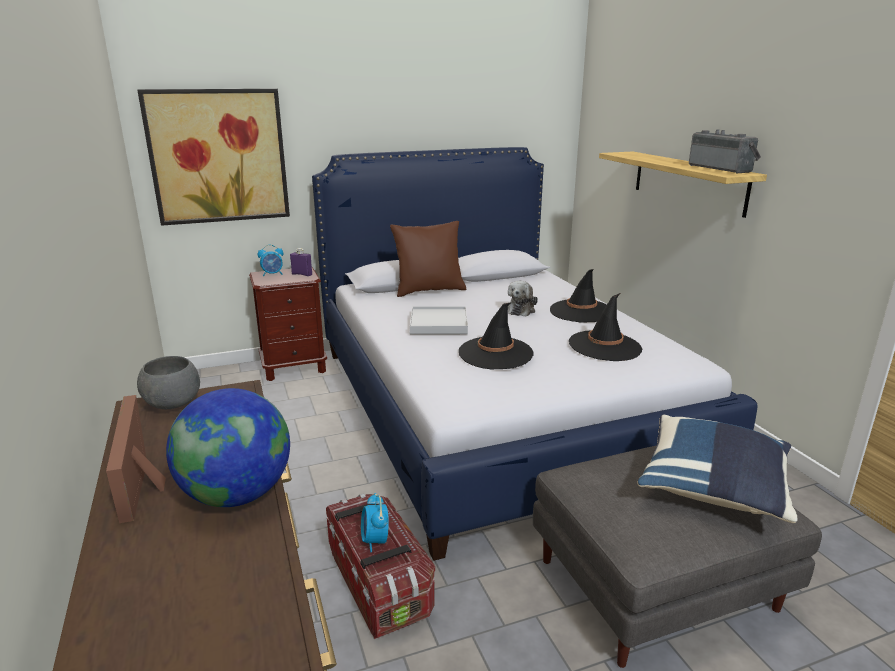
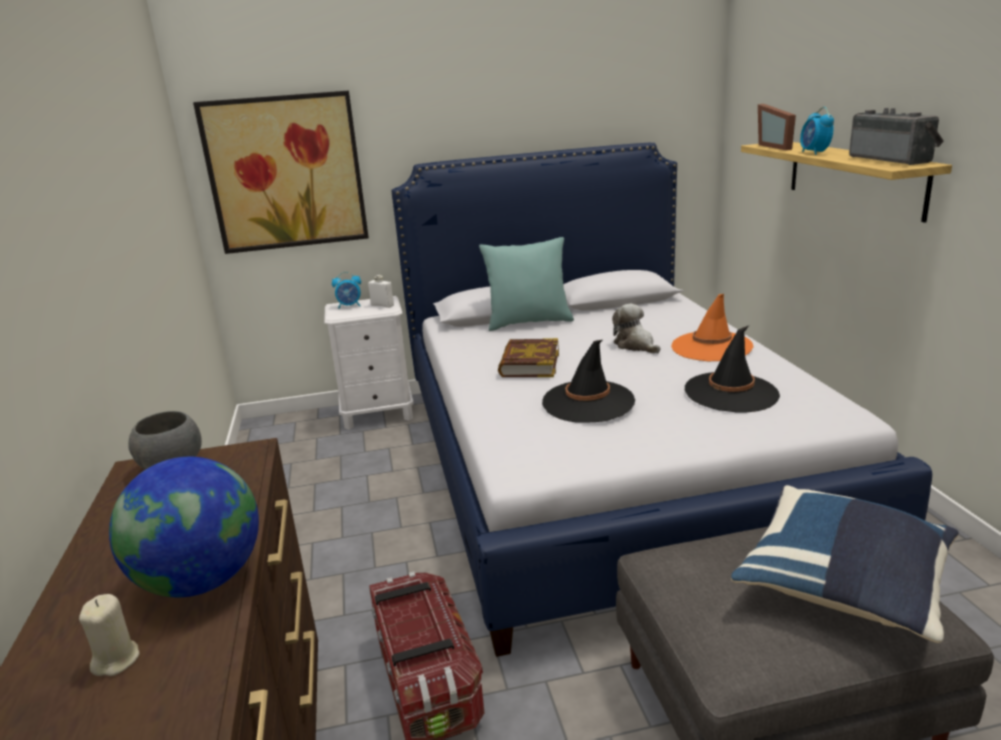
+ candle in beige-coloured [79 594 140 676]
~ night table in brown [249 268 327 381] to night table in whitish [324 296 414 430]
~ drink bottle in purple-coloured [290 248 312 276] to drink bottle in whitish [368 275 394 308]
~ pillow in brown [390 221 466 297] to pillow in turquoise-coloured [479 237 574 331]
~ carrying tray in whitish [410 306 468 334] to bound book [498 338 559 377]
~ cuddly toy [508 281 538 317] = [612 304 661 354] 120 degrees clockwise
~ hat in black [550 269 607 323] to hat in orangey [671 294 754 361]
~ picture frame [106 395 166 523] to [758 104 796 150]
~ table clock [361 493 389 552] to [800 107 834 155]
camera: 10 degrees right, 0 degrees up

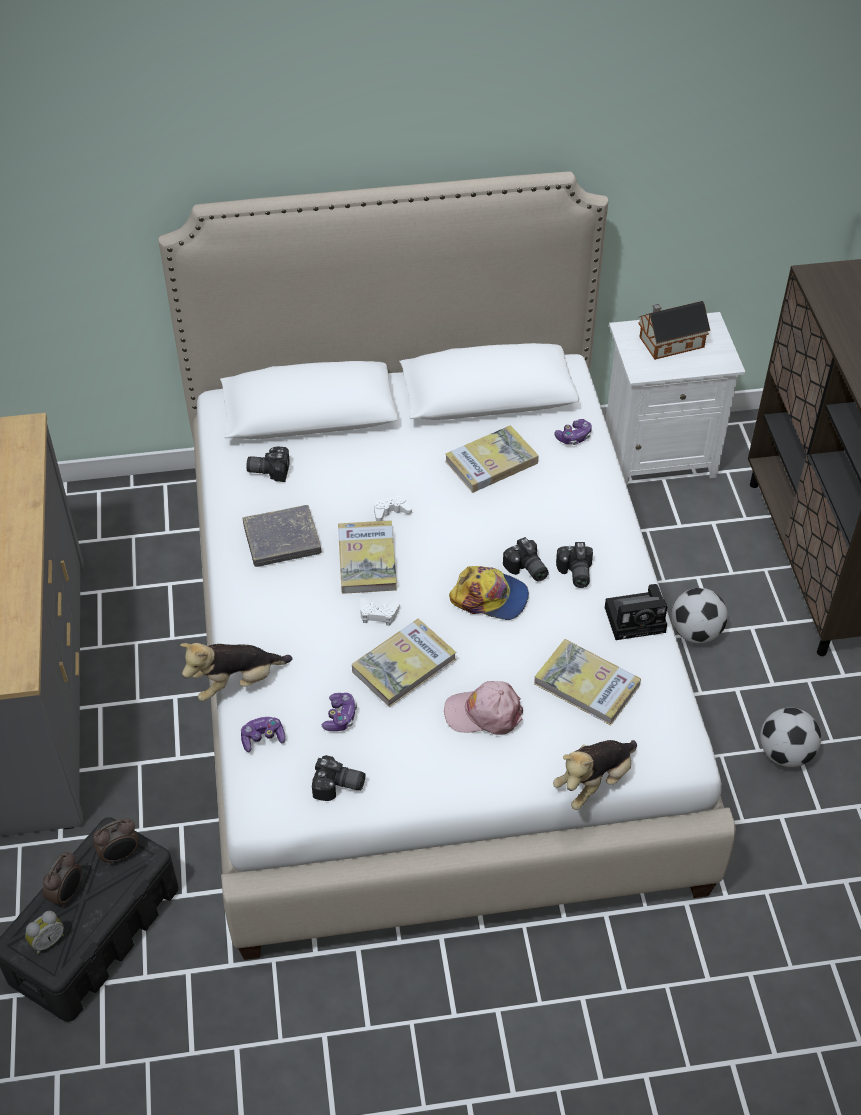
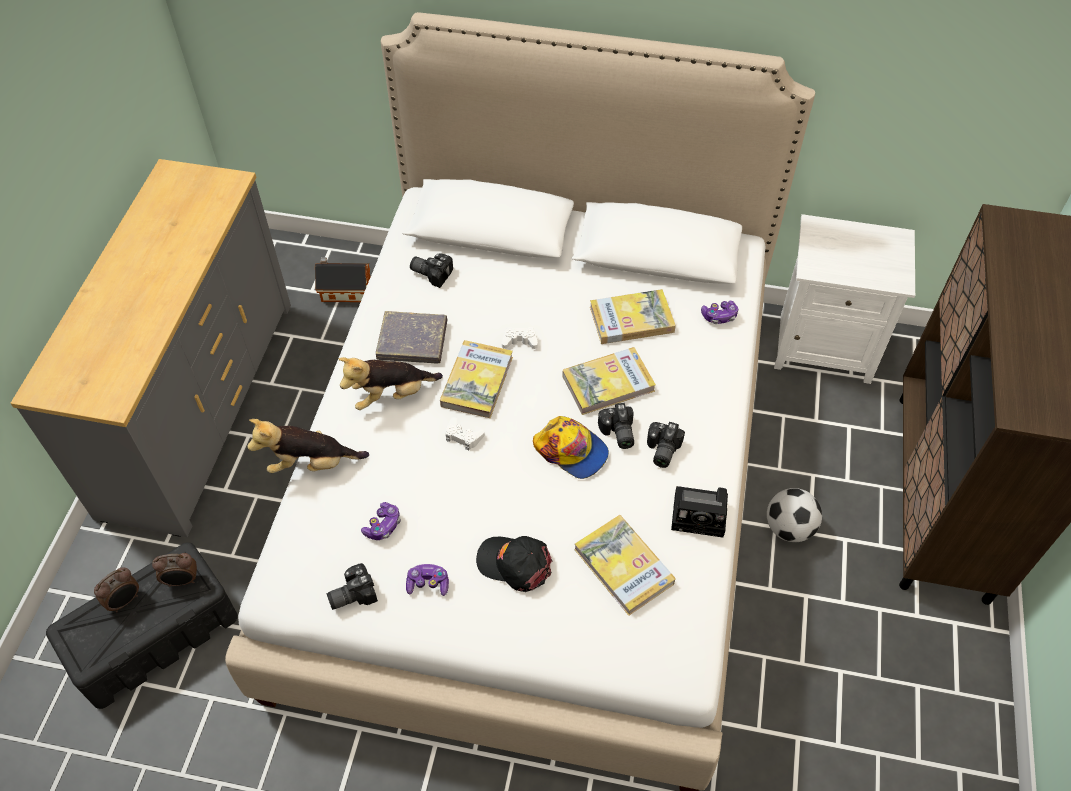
~ toy house [638 301 710 360] to [315 257 370 302]
~ photo camera [312 755 365 801] = [326 563 378 610] 120 degrees clockwise
~ cuddly toy [553 740 637 810] to [339 357 443 410]
~ joypad [241 717 286 752] to [406 564 449 596]
~ cap in pink [444 681 523 735] to cap in black [476 536 553 592]
~ bound book [352 619 456 707] to [562 347 656 415]
- table clock [25 911 64 954]
- football ball [760 708 821 767]
camera: 20 degrees right, 5 degrees up

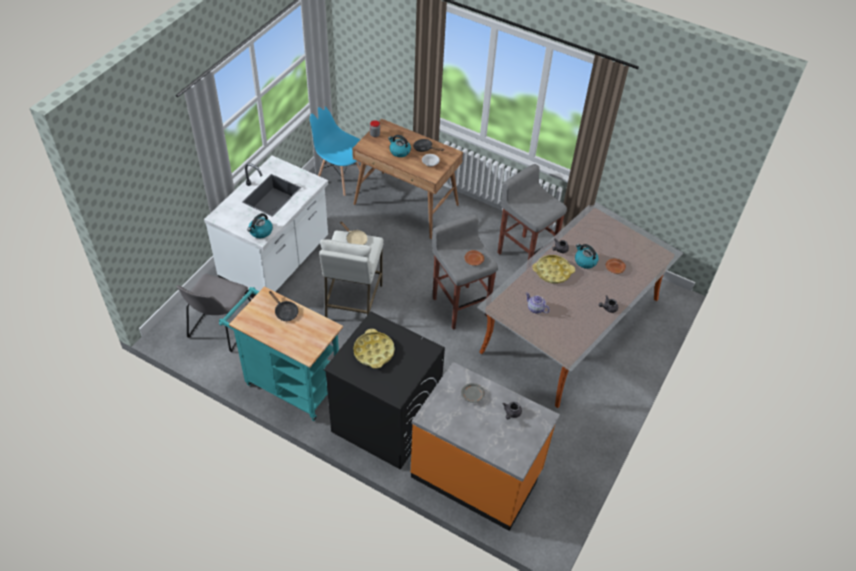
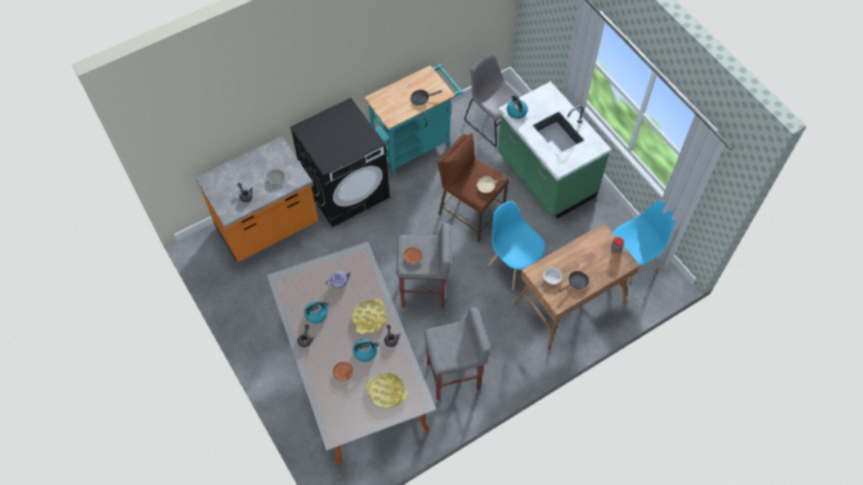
~ kettle [388 135 411 157] to [304 301 329 324]
~ carrying tray in yellow-coloured [353 329 395 369] to [365 373 408 409]
~ stool seat in whitish [319 230 384 318] to stool seat in brown [437 133 510 242]
+ plain chair in bluish [488 201 545 289]
~ kitchen counter in whitish [204 155 328 298] to kitchen counter in greenish [498 81 611 219]
camera: 120 degrees right, 10 degrees up

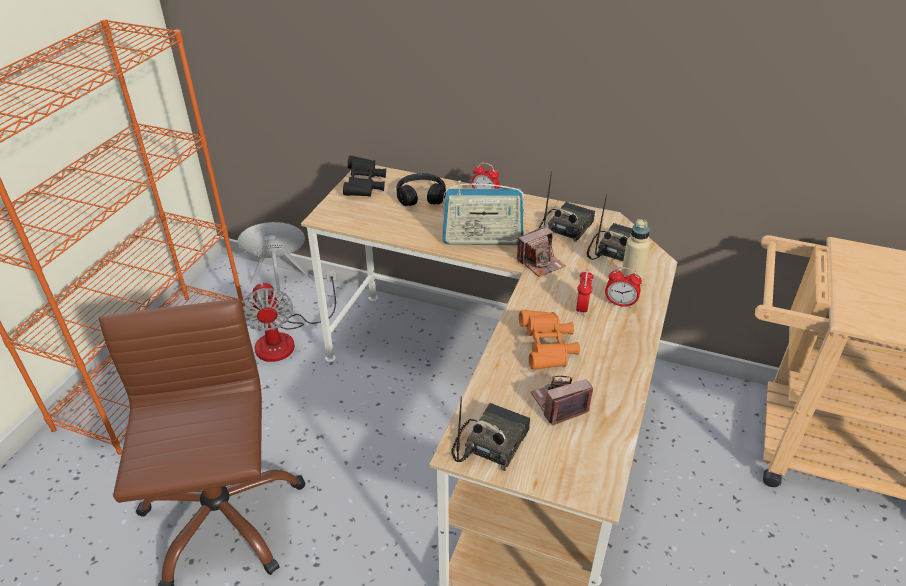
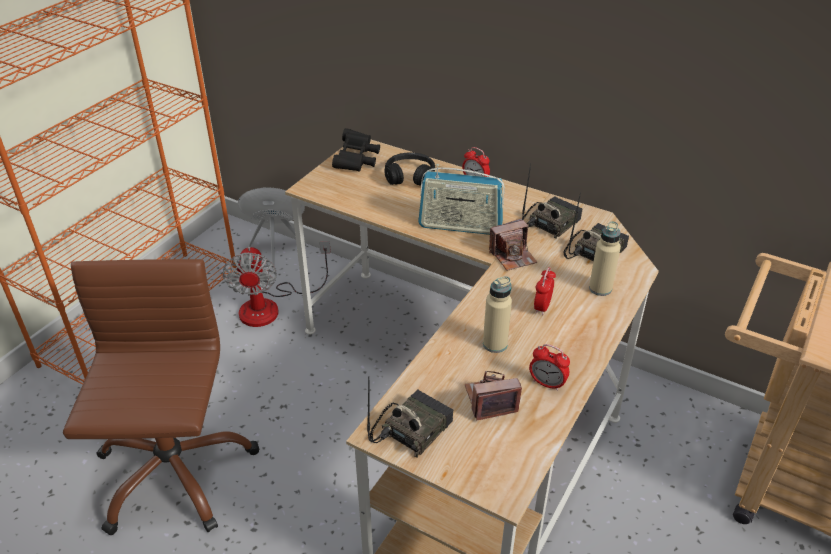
~ pair of binoculars in orangey [519 310 580 370] to drink bottle in beige-coloured [483 276 512 353]
~ table clock [605 267 642 308] to [529 344 570 391]
camera: 10 degrees right, 0 degrees up

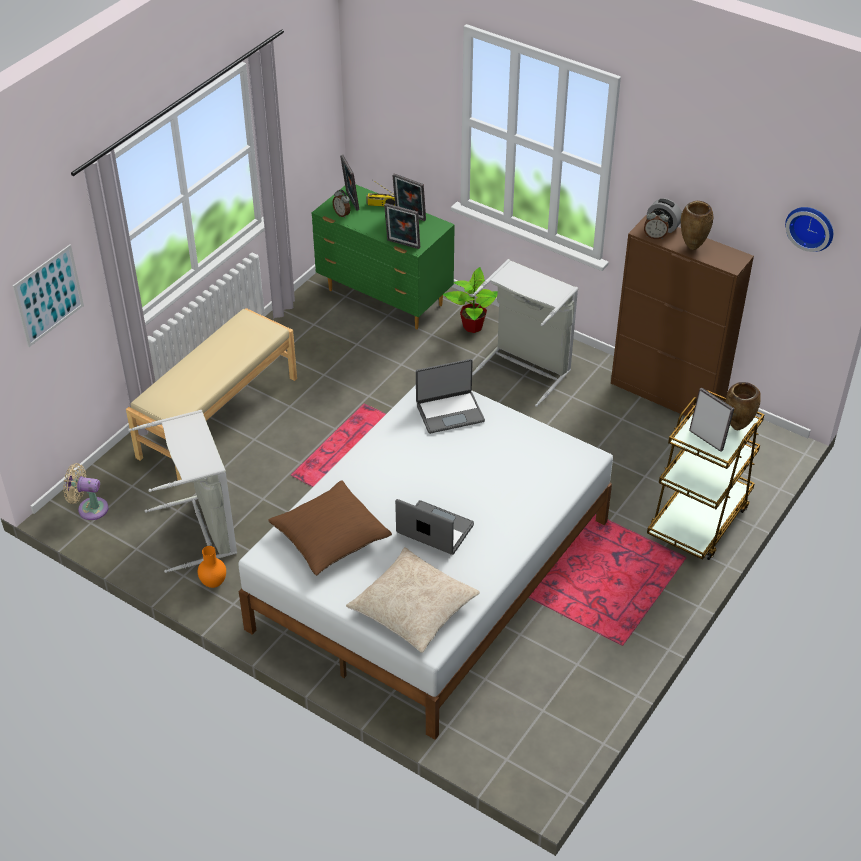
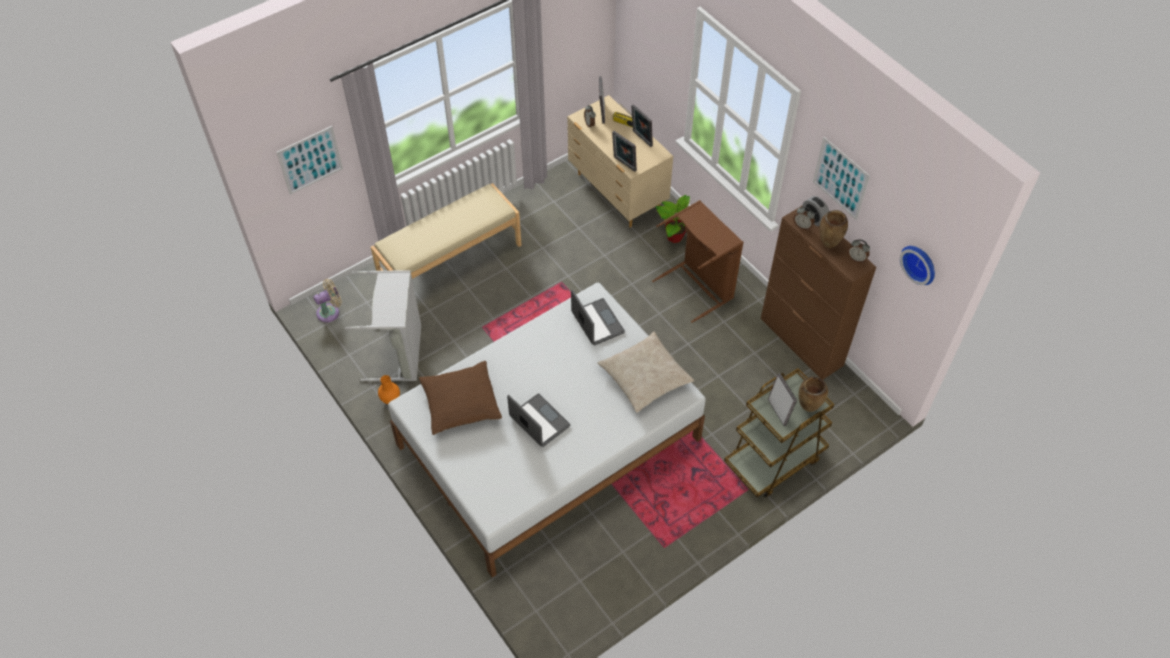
~ fan in beige-coloured [63 463 109 520] = [313 279 342 322] 120 degrees clockwise
~ dresser in greenish [312 184 455 329] to dresser in beige-coloured [567 95 673 228]
~ laptop [416 359 485 434] = [571 290 625 346] 120 degrees counterclockwise
~ pillow in beige-coloured [346 547 480 653] to [597 332 694 413]
~ washing basket in grey [472 259 578 407] to washing basket in brown [652 200 744 323]
+ wall art [813 137 870 220]
+ table clock [848 239 870 263]
camera: 20 degrees right, 10 degrees up

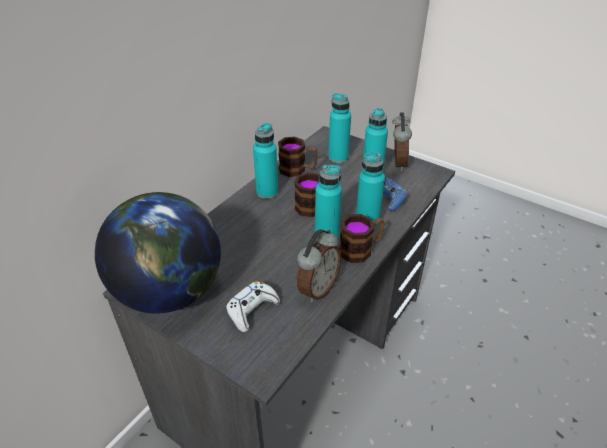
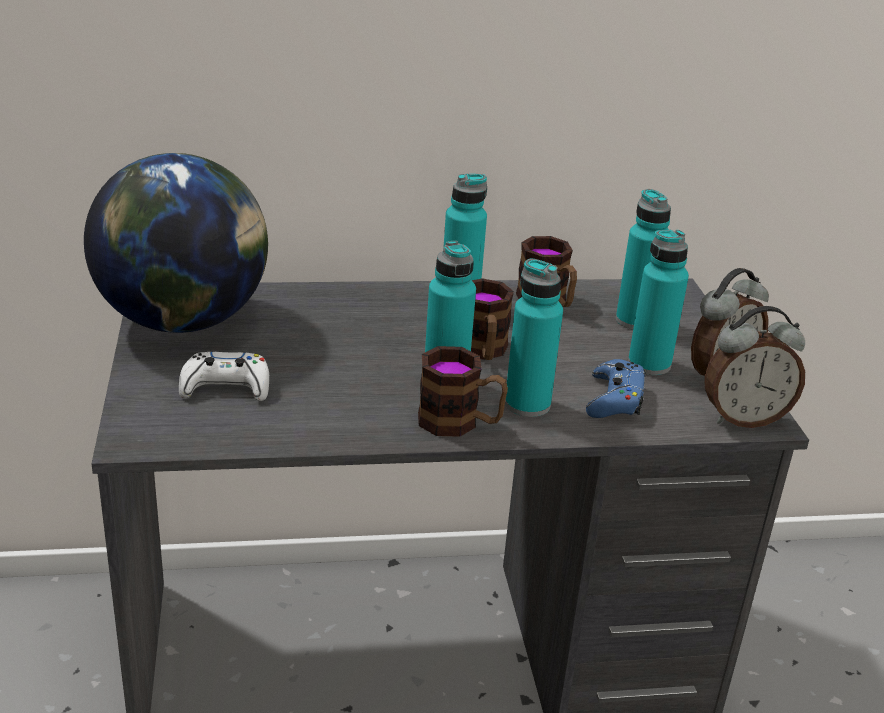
~ table clock [297 229 341 302] to [705 306 805 428]
camera: 45 degrees right, 10 degrees down

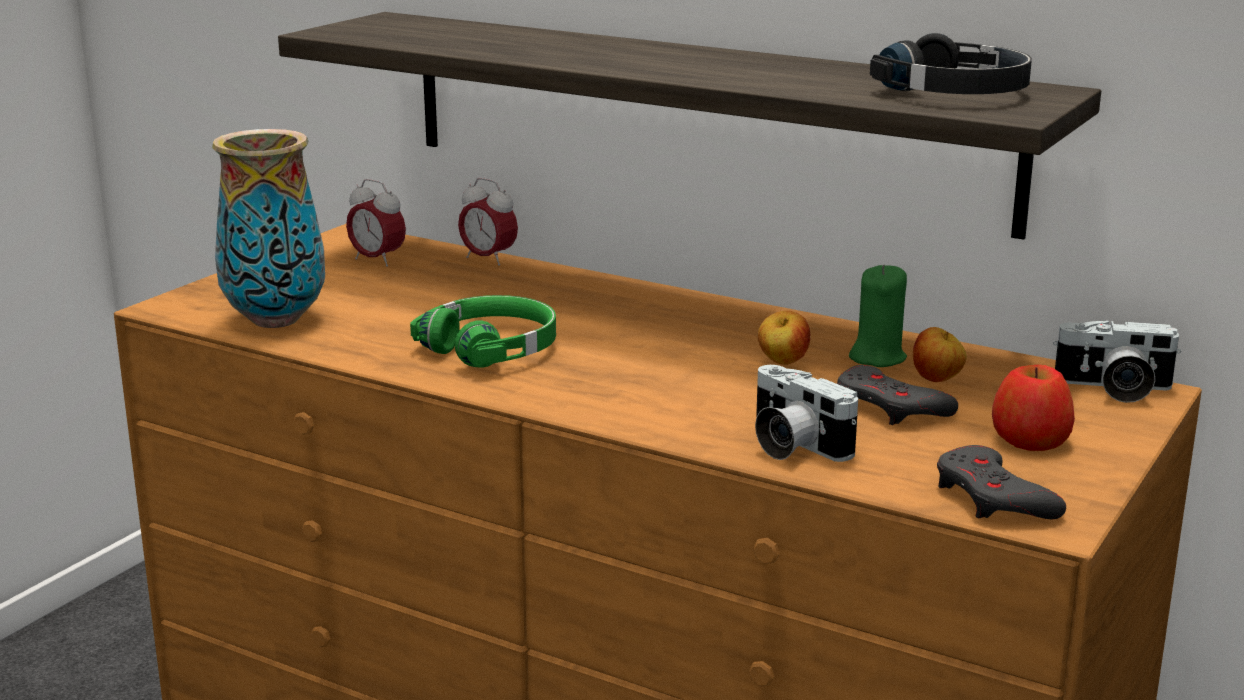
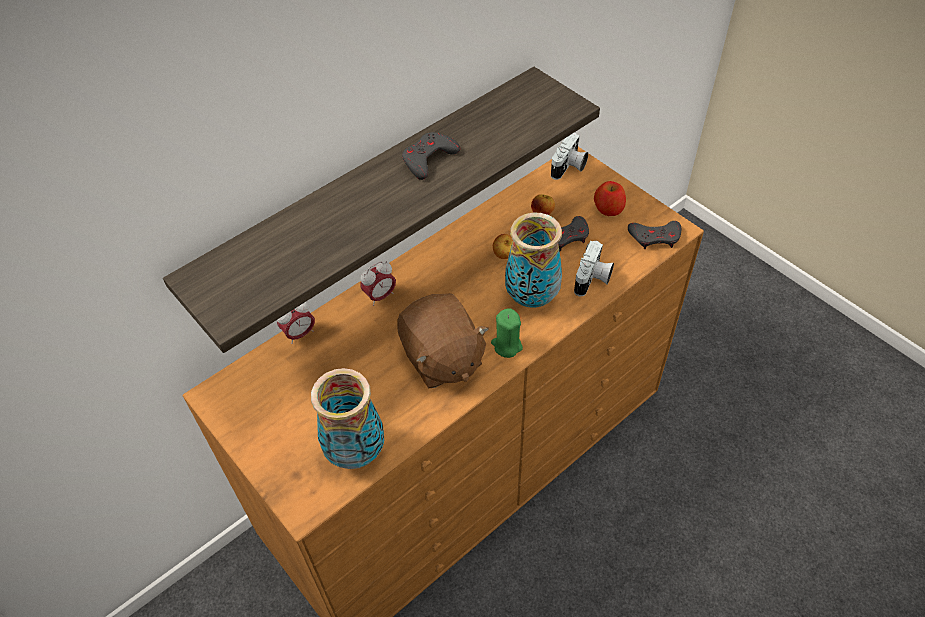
~ table clock [346 179 406 267] to [360 261 396 306]
~ pair of headphones in greenish [410 295 556 368] to cuddly toy in brown [398 293 489 388]
+ joypad in grey [402 132 460 180]
~ candle in greenish [849 264 907 367] to [491 308 523 358]
+ decorative vase [505 213 562 308]
~ photo camera [755 365 858 462] = [574 241 614 296] 45 degrees counterclockwise
- pair of headphones in black [870 33 1032 94]
camera: 70 degrees left, 30 degrees up

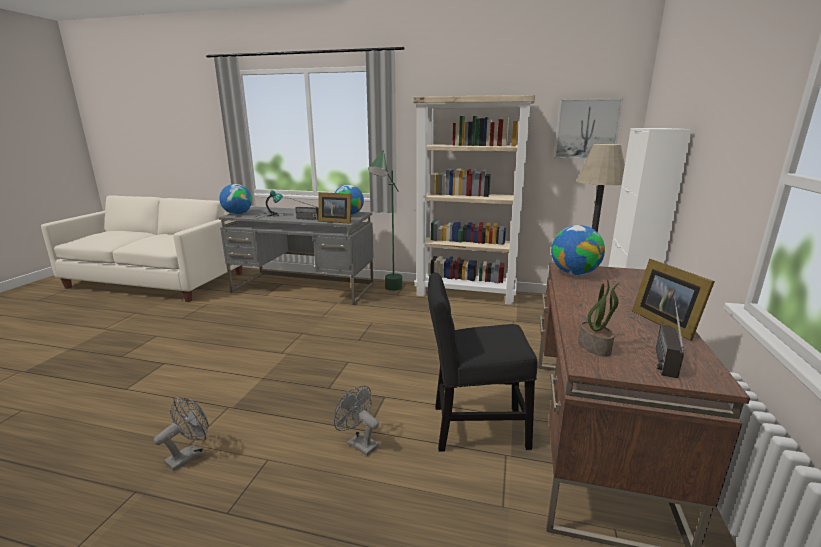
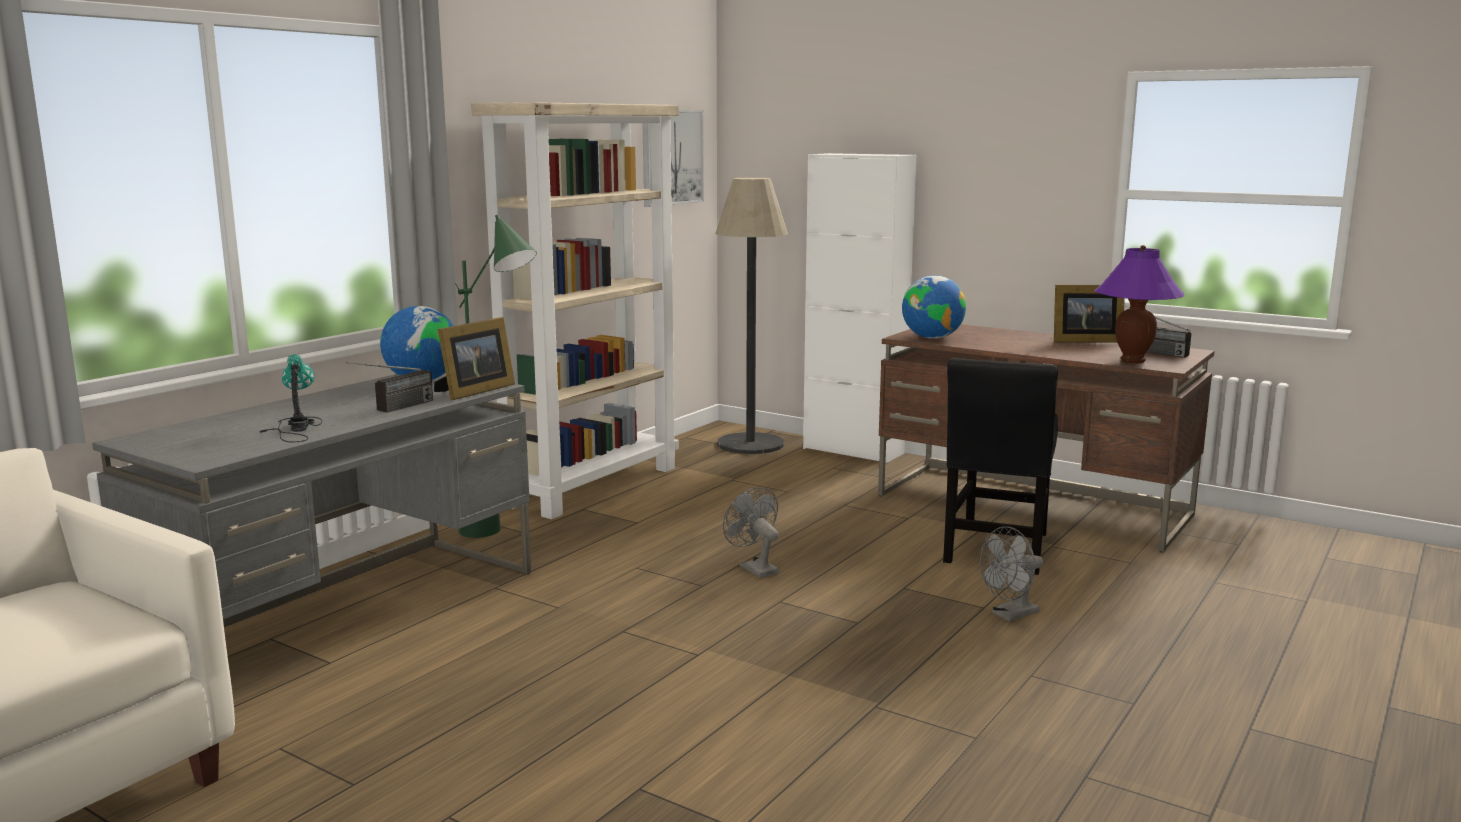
~ fan in grey [154 397 209 471] to [723 487 779 578]
~ houseplant [578 279 621 357] to table lamp in purple-coloured [1095 245 1184 364]
- globe [219 184 252 215]
camera: 70 degrees left, 5 degrees down

